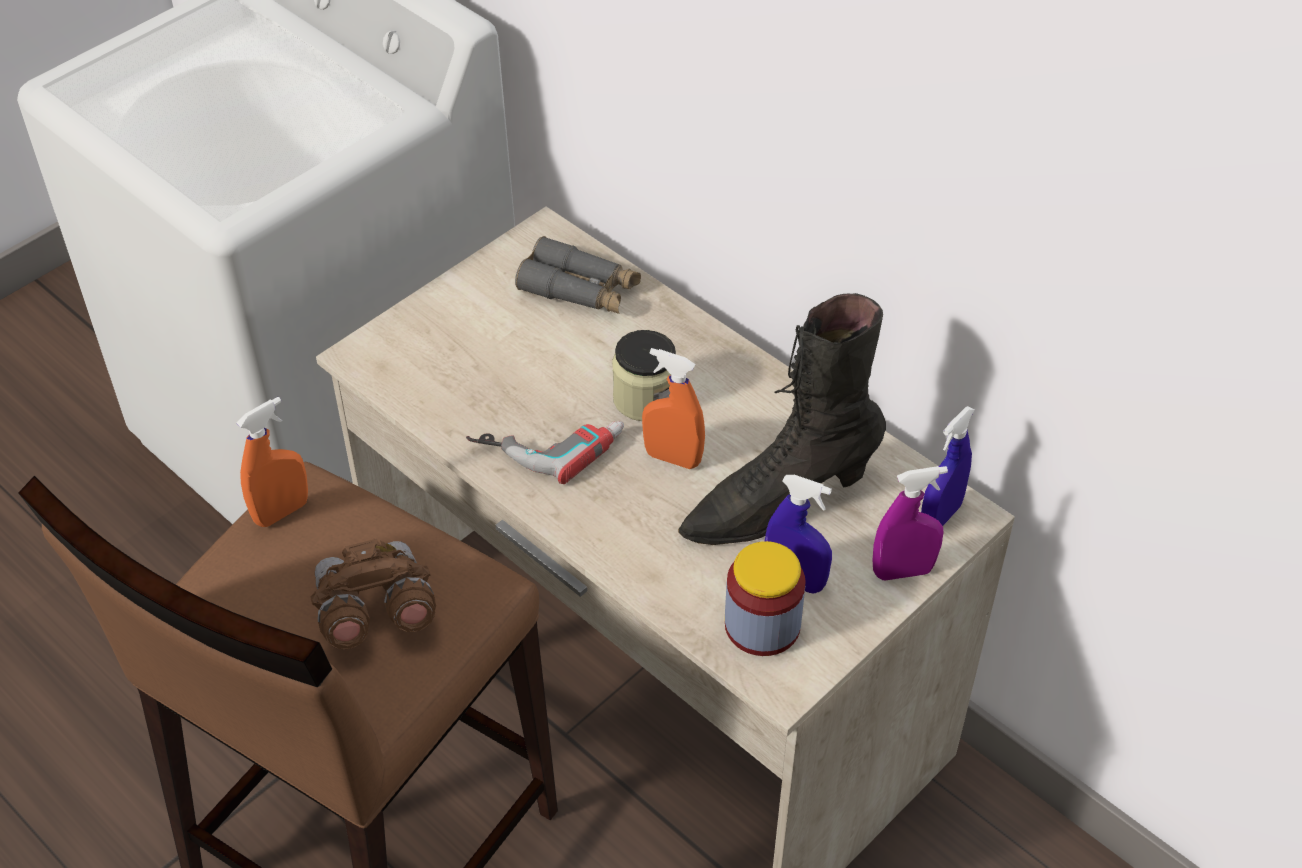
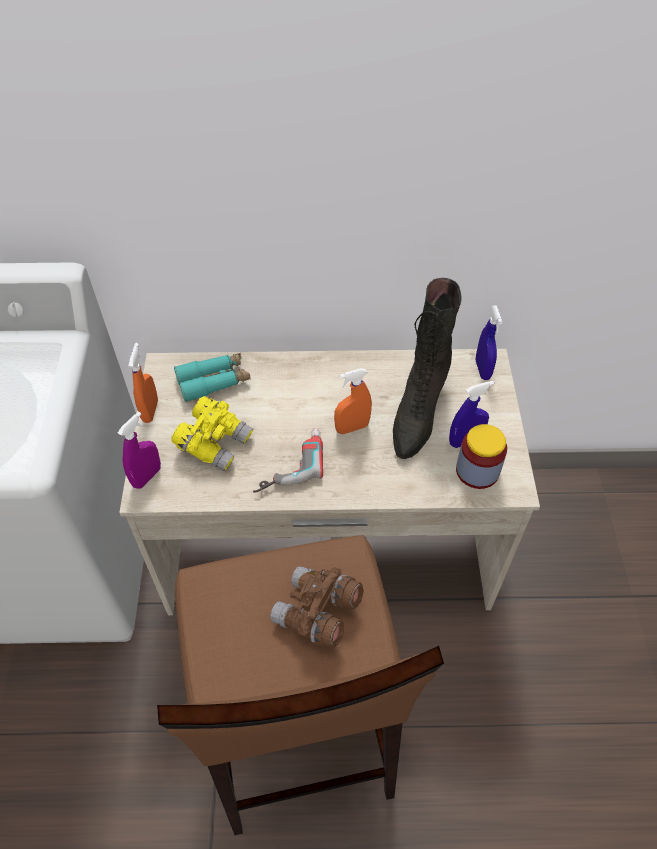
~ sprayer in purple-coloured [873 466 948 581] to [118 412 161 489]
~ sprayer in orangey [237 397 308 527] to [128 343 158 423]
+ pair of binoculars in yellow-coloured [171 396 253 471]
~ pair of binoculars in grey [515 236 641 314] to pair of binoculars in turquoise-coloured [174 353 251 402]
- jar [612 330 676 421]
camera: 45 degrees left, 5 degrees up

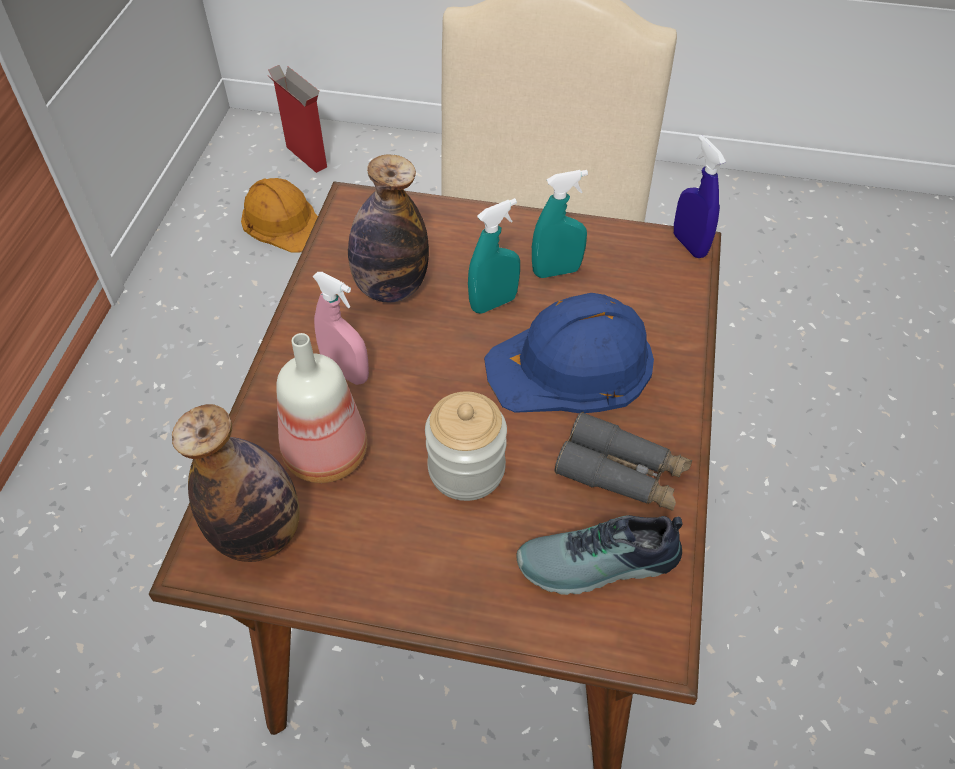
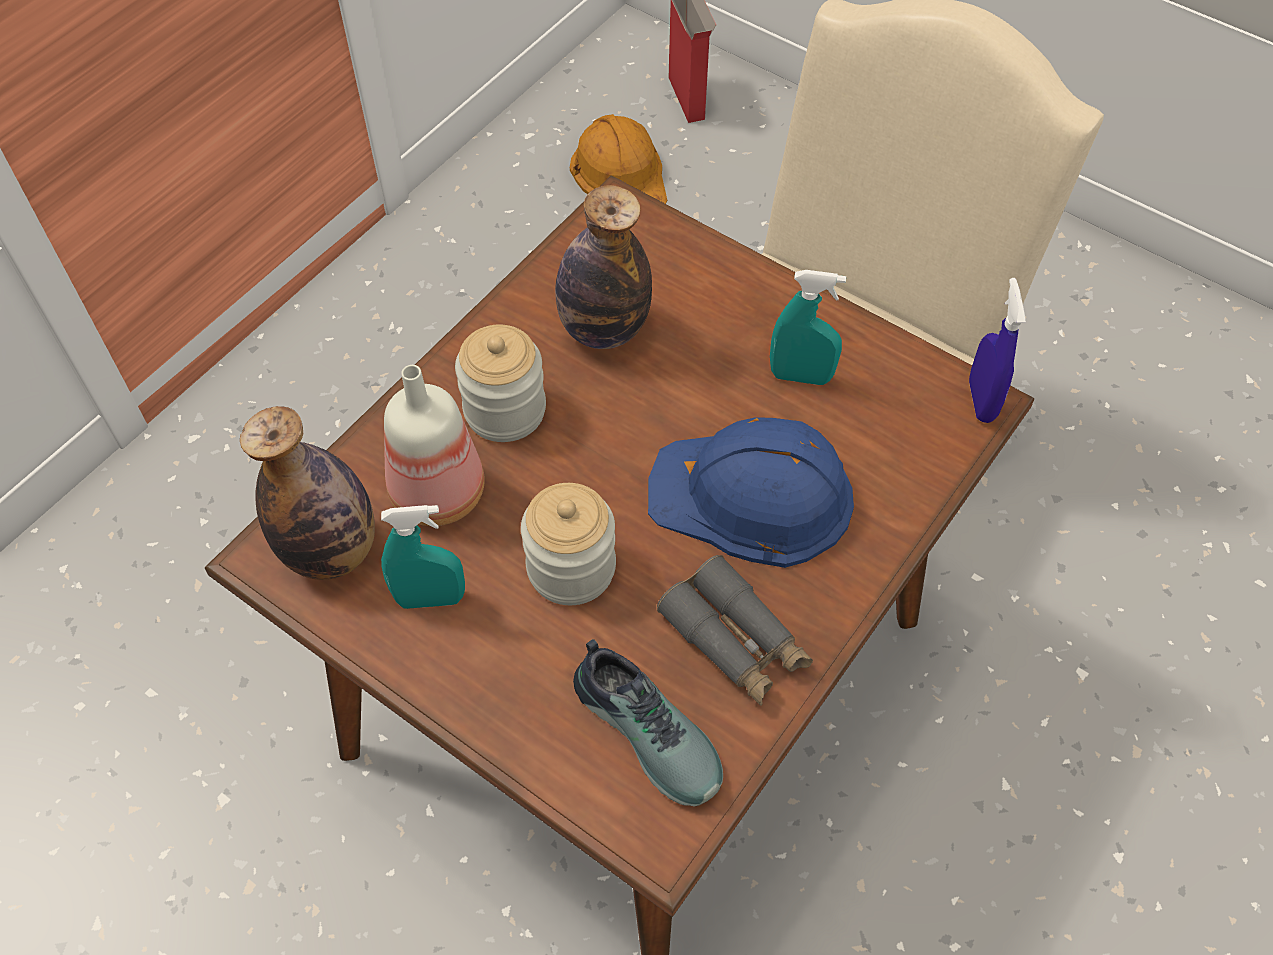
~ sprayer in turquoise-coloured [468 198 520 314] to [381 505 465 609]
~ sprayer in pink [312 272 369 385] to jar [455 325 546 442]
~ low shoe [516 515 683 595] = [573 639 723 806] 150 degrees counterclockwise
camera: 25 degrees right, 5 degrees up

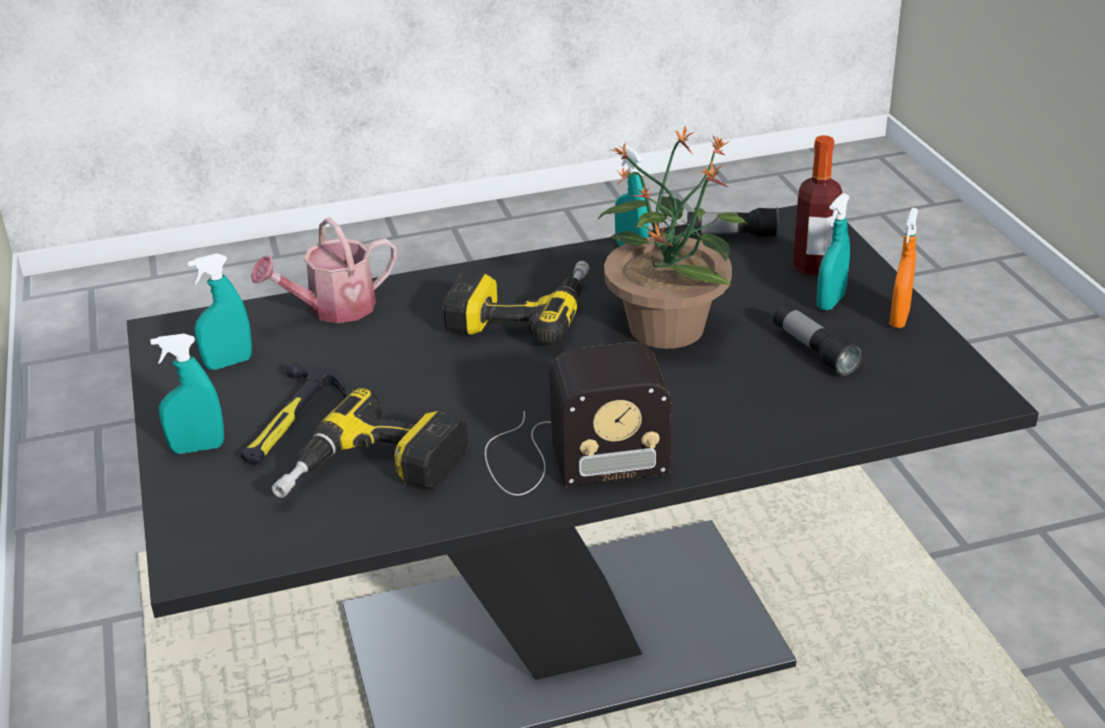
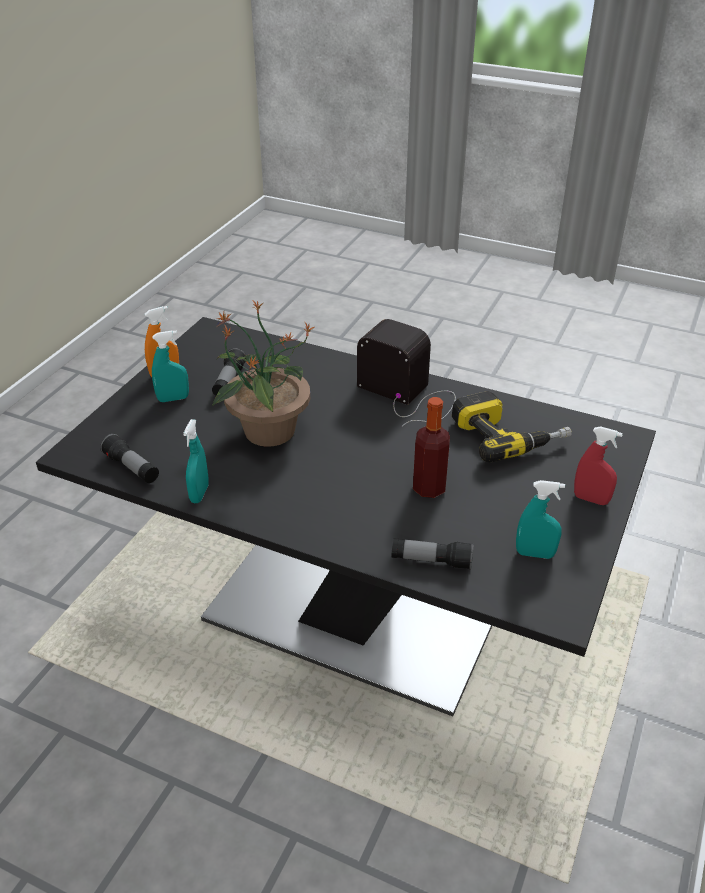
~ watering pot [251 217 397 323] to torch [392 538 473 570]
~ drink bottle [793 135 842 275] to [413 397 450 498]
~ sprayer in turquoise-coloured [150 334 224 454] to sprayer in reddish [574 426 623 505]
- hand hammer [240 363 346 465]
- electric drill [444 261 589 345]
camera: 140 degrees left, 5 degrees up

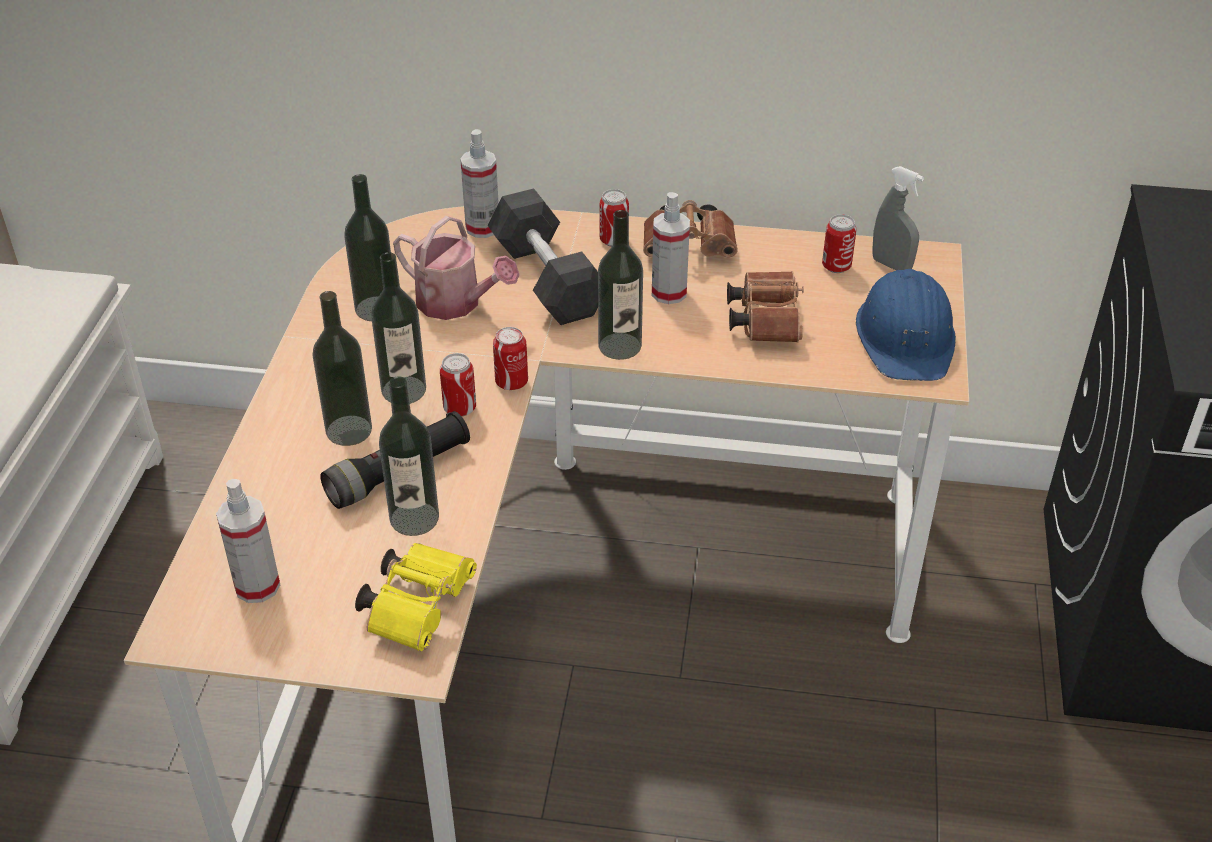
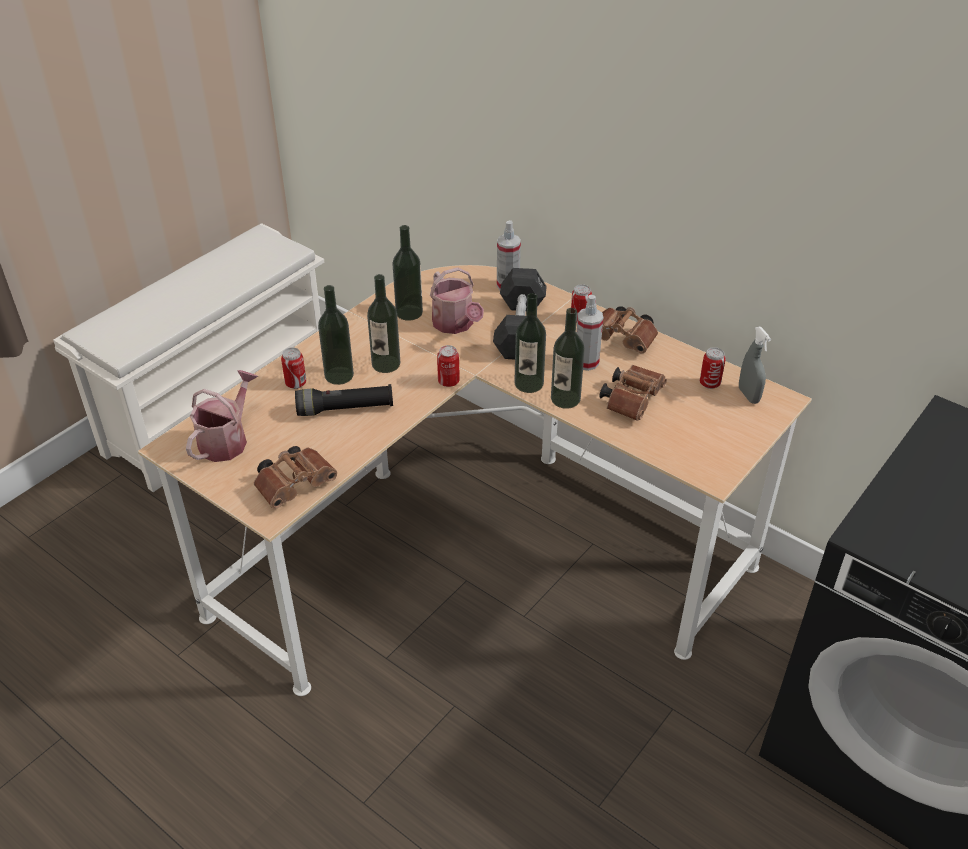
~ sprayer [216 479 280 603] to watering pot [186 370 258 462]
~ pair of binoculars in yellow-coloured [355 543 477 651] to pair of binoculars in brown [254 446 337 508]
~ sealed can [440 353 476 417] to [281 348 306 389]
~ drink bottle [379 376 439 536] to [551 308 585 409]
- safety helmet in bluish [856 269 956 381]
camera: 30 degrees right, 0 degrees up

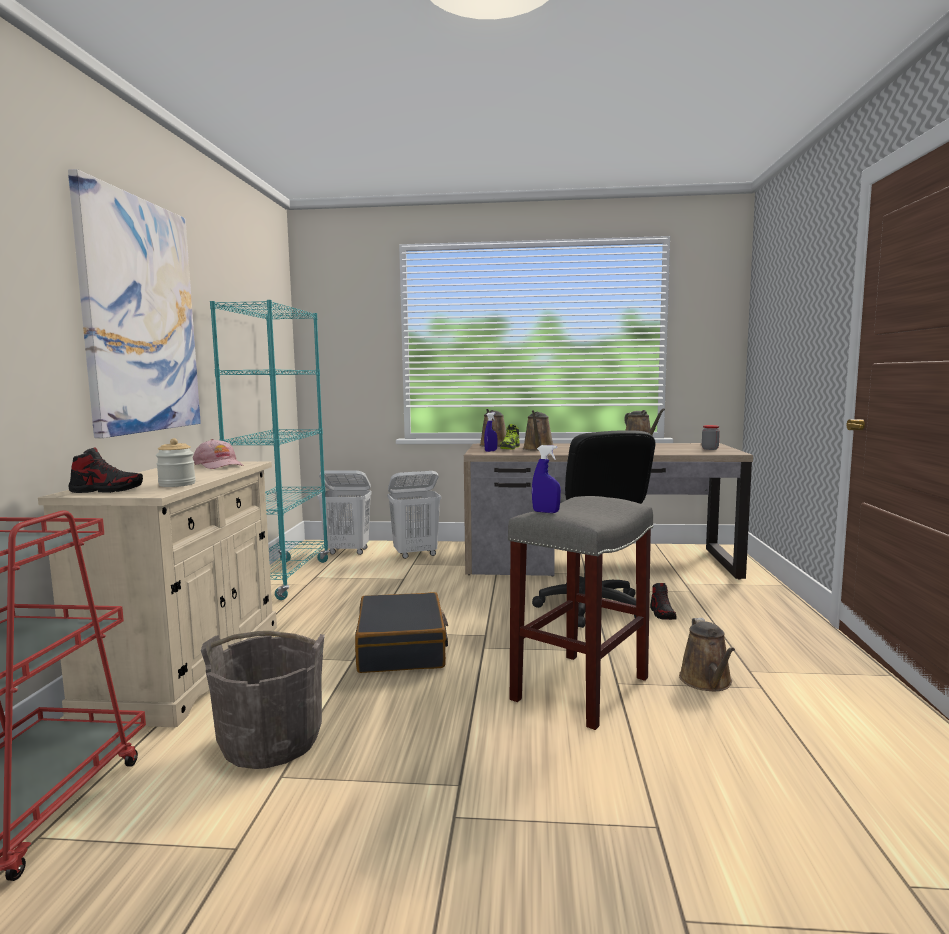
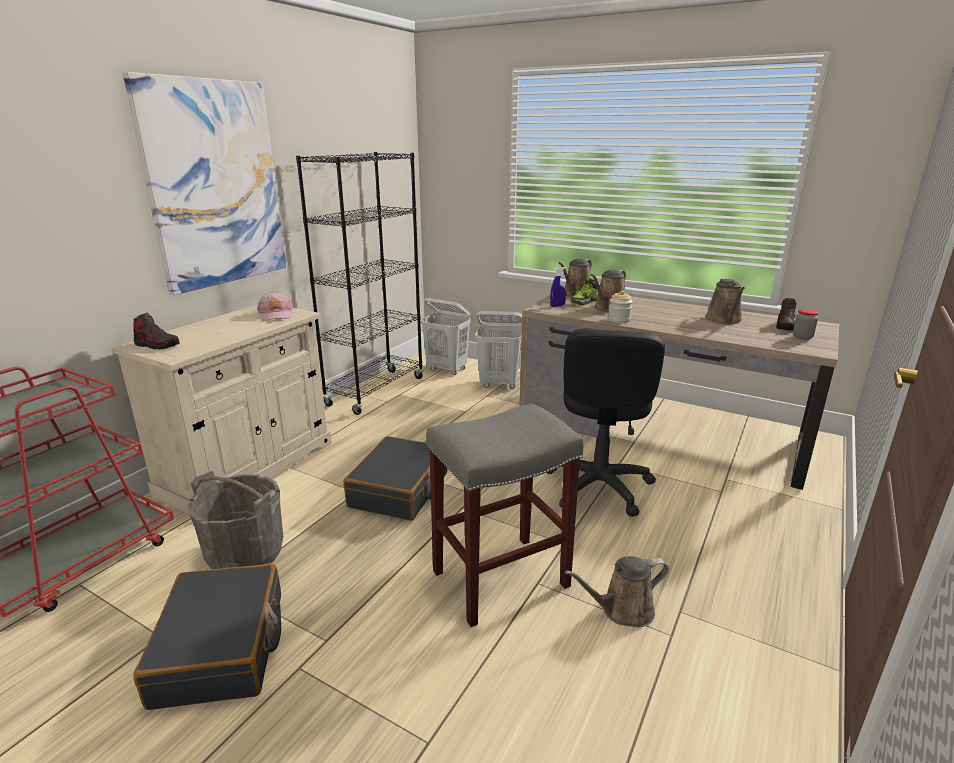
+ piece of luggage in black [133 563 281 710]
~ bookshelf in turquoise-coloured [210 300 330 600] to bookshelf in black [296 152 424 415]
~ watering pot in brown [679 618 735 691] = [565 556 669 627] 45 degrees clockwise
~ jar [156 438 196 487] to [608 291 633 323]
~ low shoe [650 583 677 620] to [776 298 797 331]
- sprayer in bluish [532 445 561 513]
camera: 25 degrees right, 15 degrees up

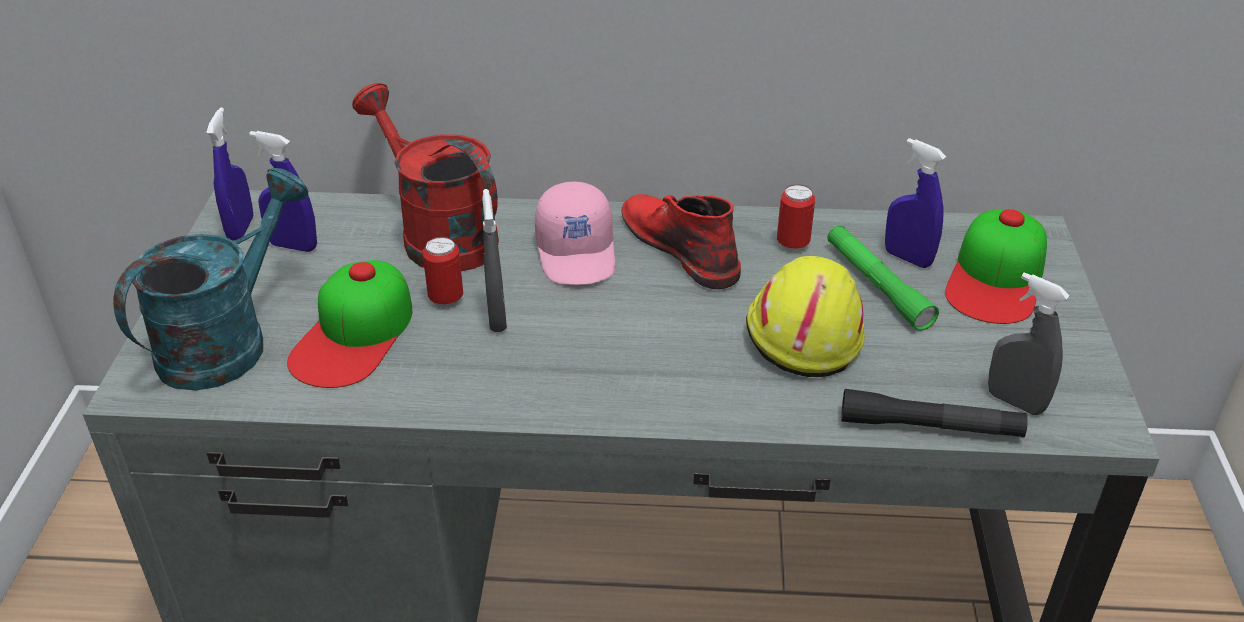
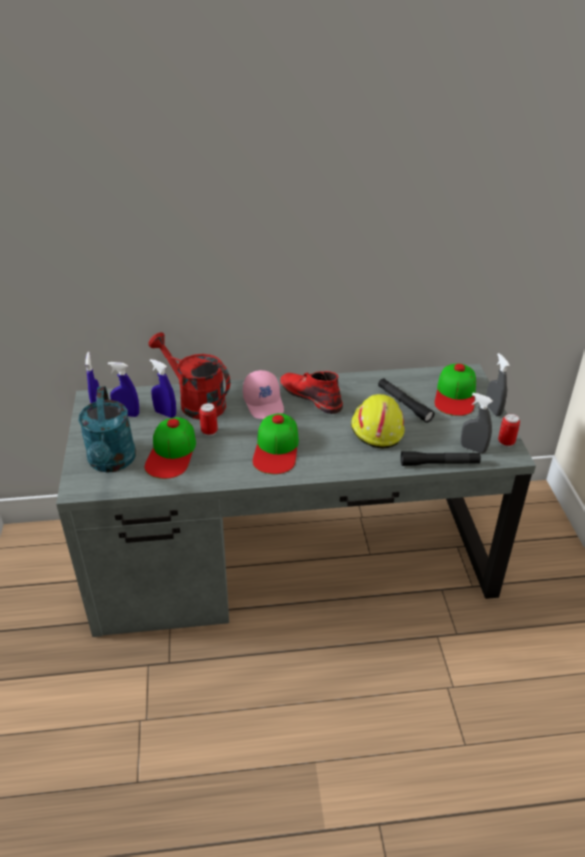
~ watering pot in turquoise-coloured [113 168 308 391] = [79 386 136 472] 150 degrees clockwise
~ sprayer in bluish [885 138 946 268] to [150 359 176 418]
+ cap [253 413 299 474]
~ torch in greenish [827 225 939 331] to torch in black [378 378 435 423]
~ sprayer in grey [482 189 507 332] to [486 353 510 416]
~ sealed can [777 184 815 252] to [498 414 520 447]
camera: 10 degrees left, 0 degrees up

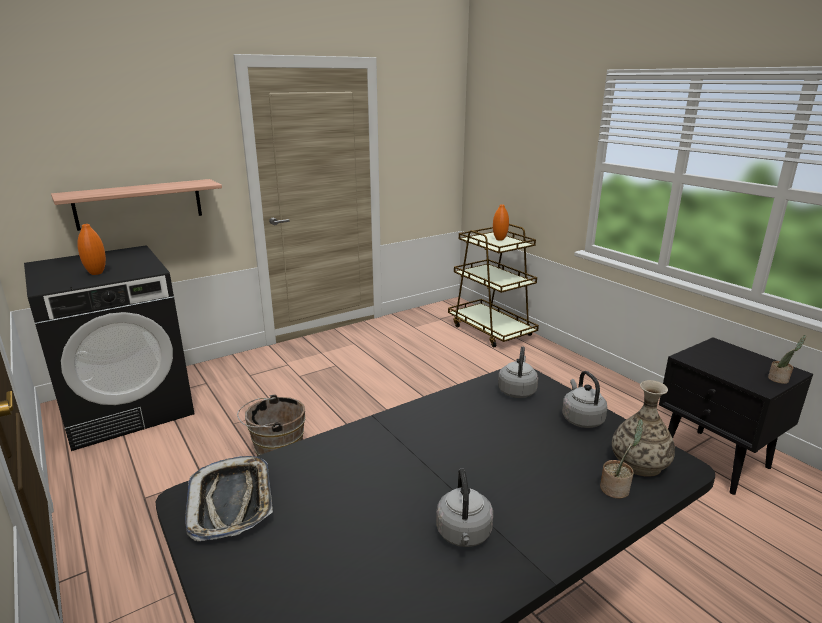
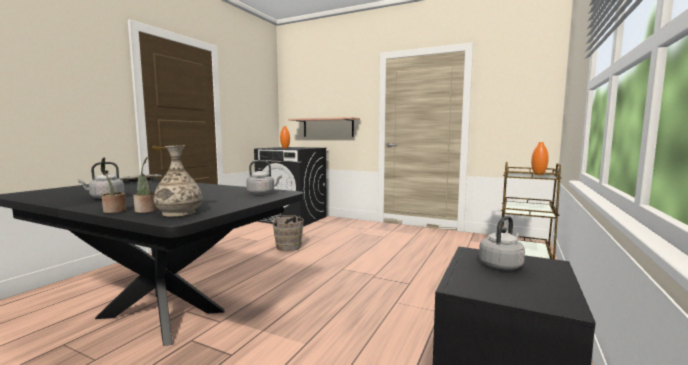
~ houseplant [768 335 806 384] to [101 157 126 213]
~ kettle in grey [562 371 608 428] to [479 216 525 270]
camera: 60 degrees right, 15 degrees down

